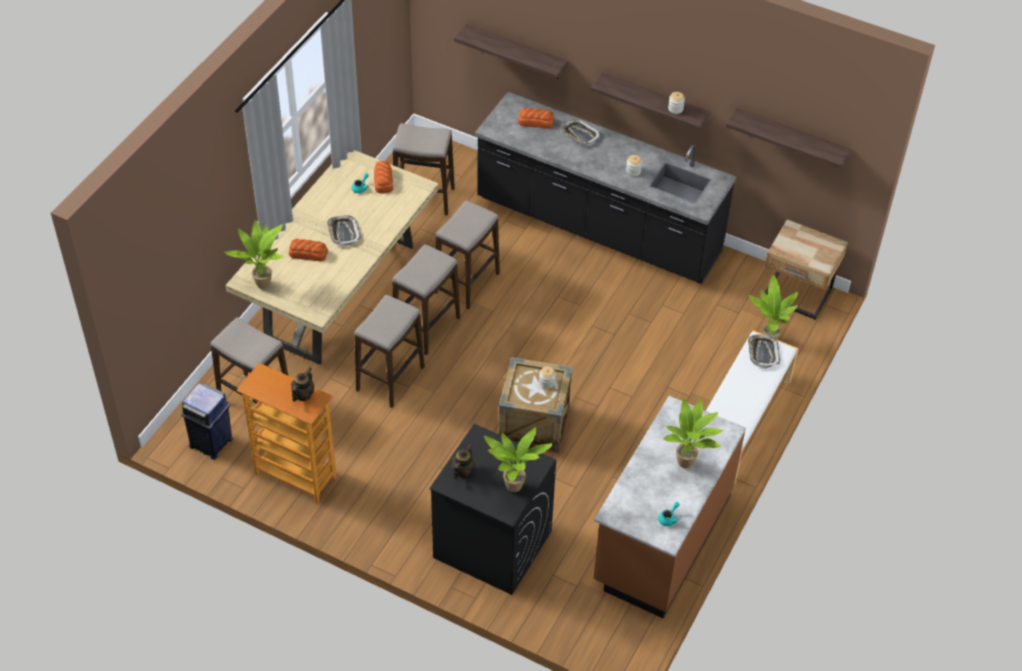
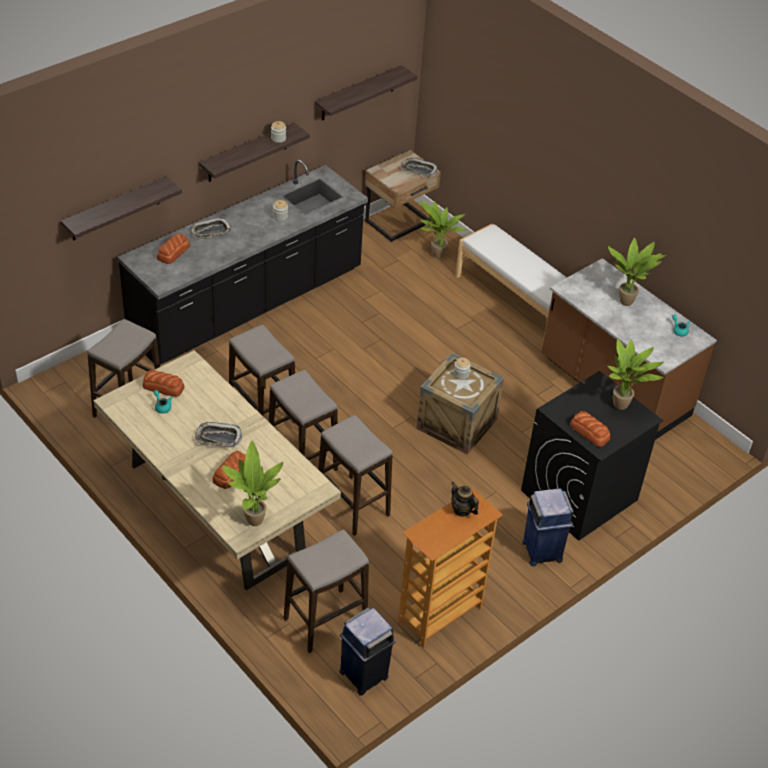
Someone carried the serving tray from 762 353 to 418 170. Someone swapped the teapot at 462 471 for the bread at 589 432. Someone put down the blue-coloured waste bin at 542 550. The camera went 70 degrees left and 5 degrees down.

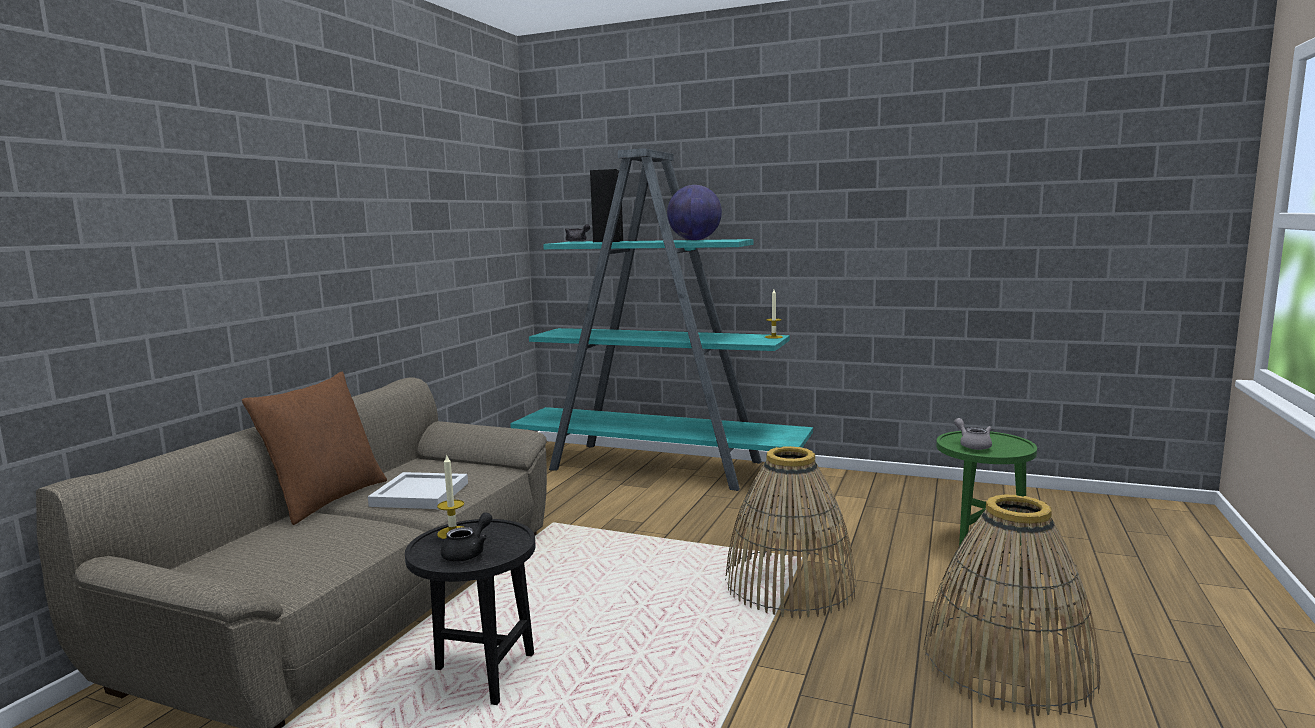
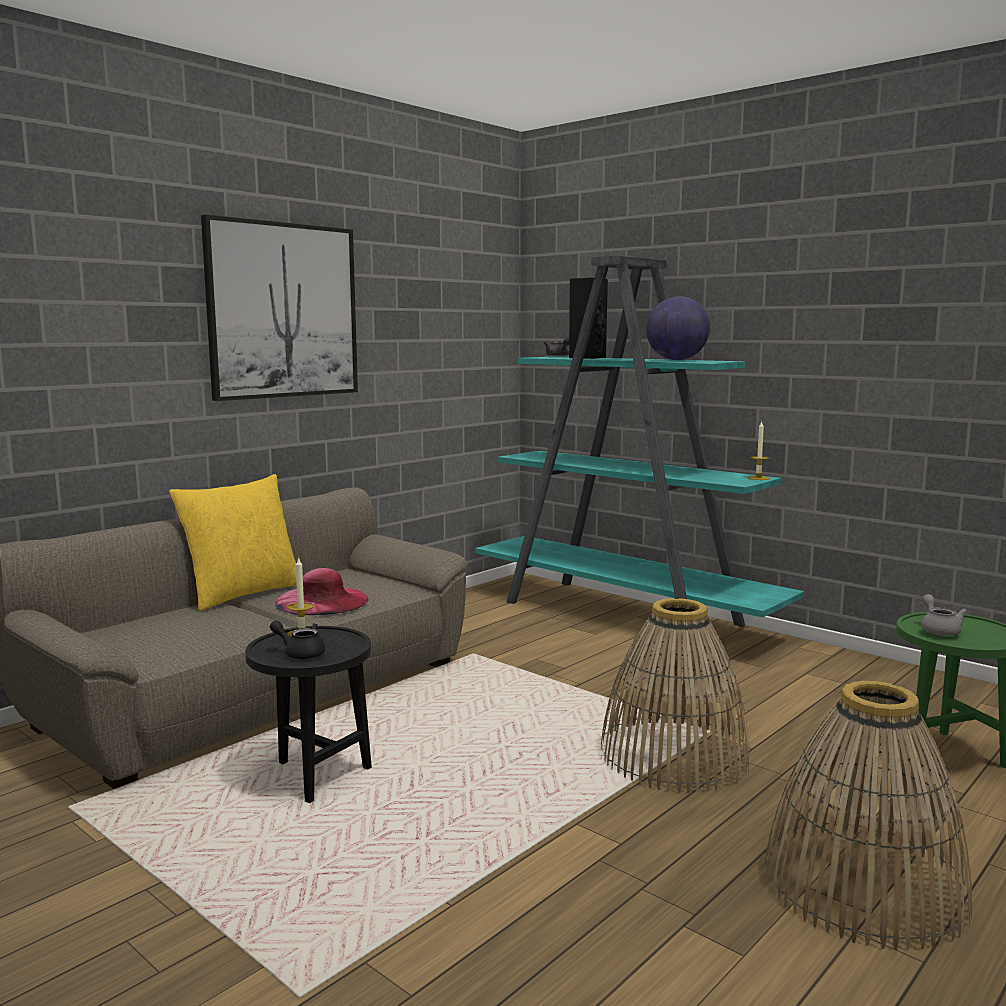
Someone repainted the brown cushion at 326 499, which became the yellow-coloured cushion at 243 594. Someone swapped the white serving tray at 420 495 for the pink-coloured clothing hat at 322 601. Someone rotated the blackish teapot at 468 553 by 120 degrees counterclockwise. Someone put up the wall picture at 283 311. The camera went 20 degrees right and 0 degrees up.

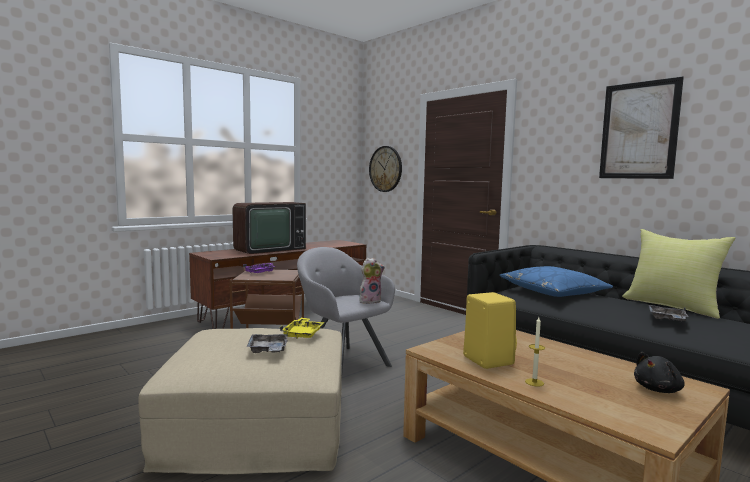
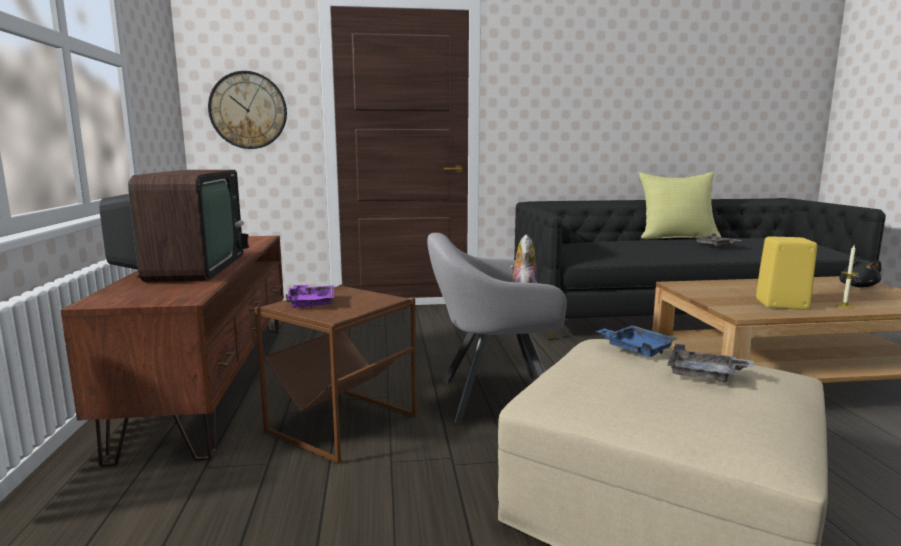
Someone took away the wall picture at 639 130. Someone took away the blue-coloured cushion at 553 292. Someone repainted the yellow-coloured serving tray at 303 334, which became the blue-coloured serving tray at 636 348. The camera went 55 degrees left and 5 degrees up.

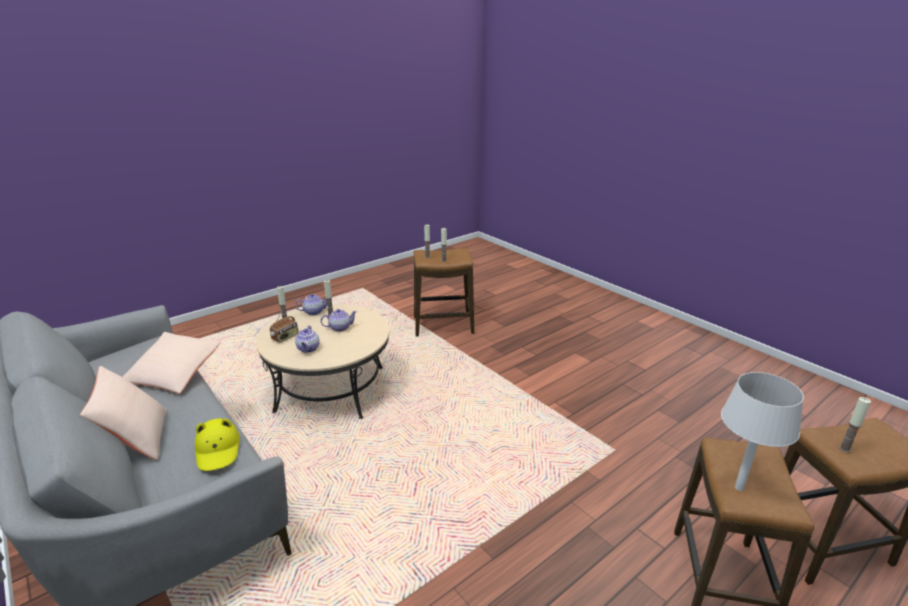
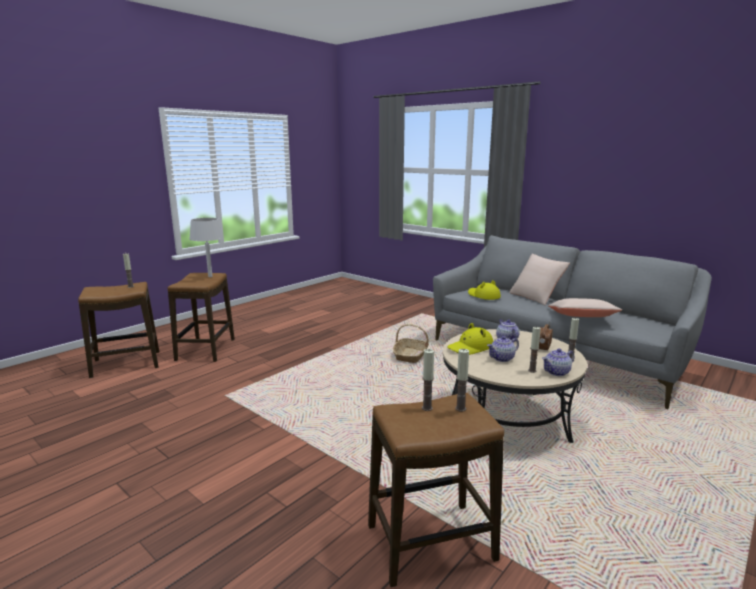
Someone put down the yellow-coloured clothing hat at 470 347. Someone put down the household basket at 410 356. The camera went 170 degrees right and 10 degrees down.

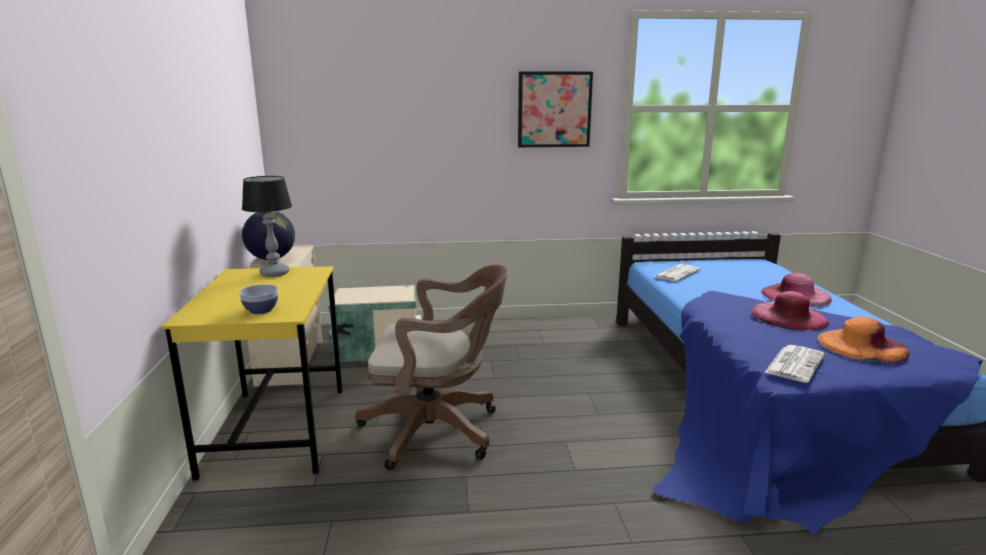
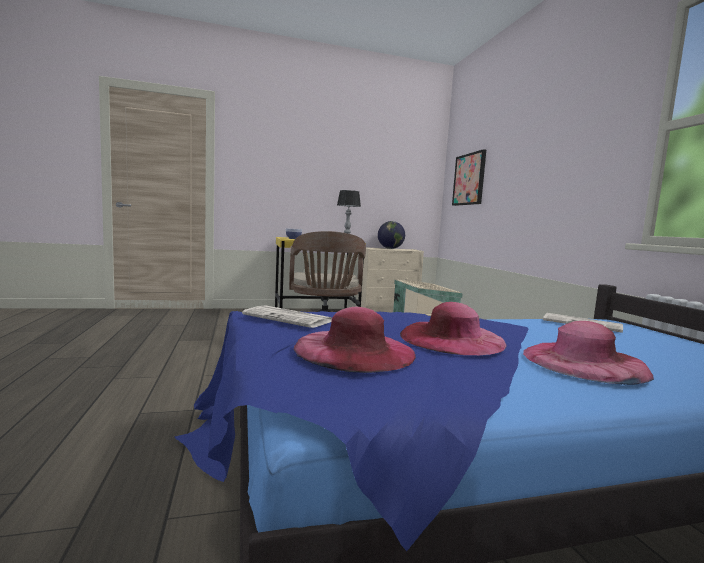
Someone carried the wall picture from 554 109 to 469 179. Someone repainted the orange-coloured clothing hat at 862 345, which became the pink-coloured clothing hat at 355 350. The camera went 80 degrees right and 10 degrees down.

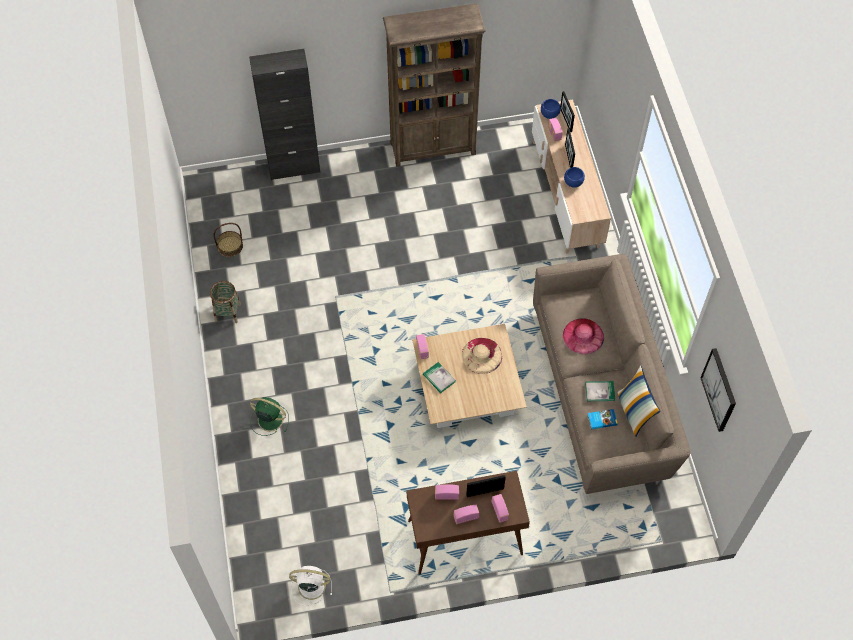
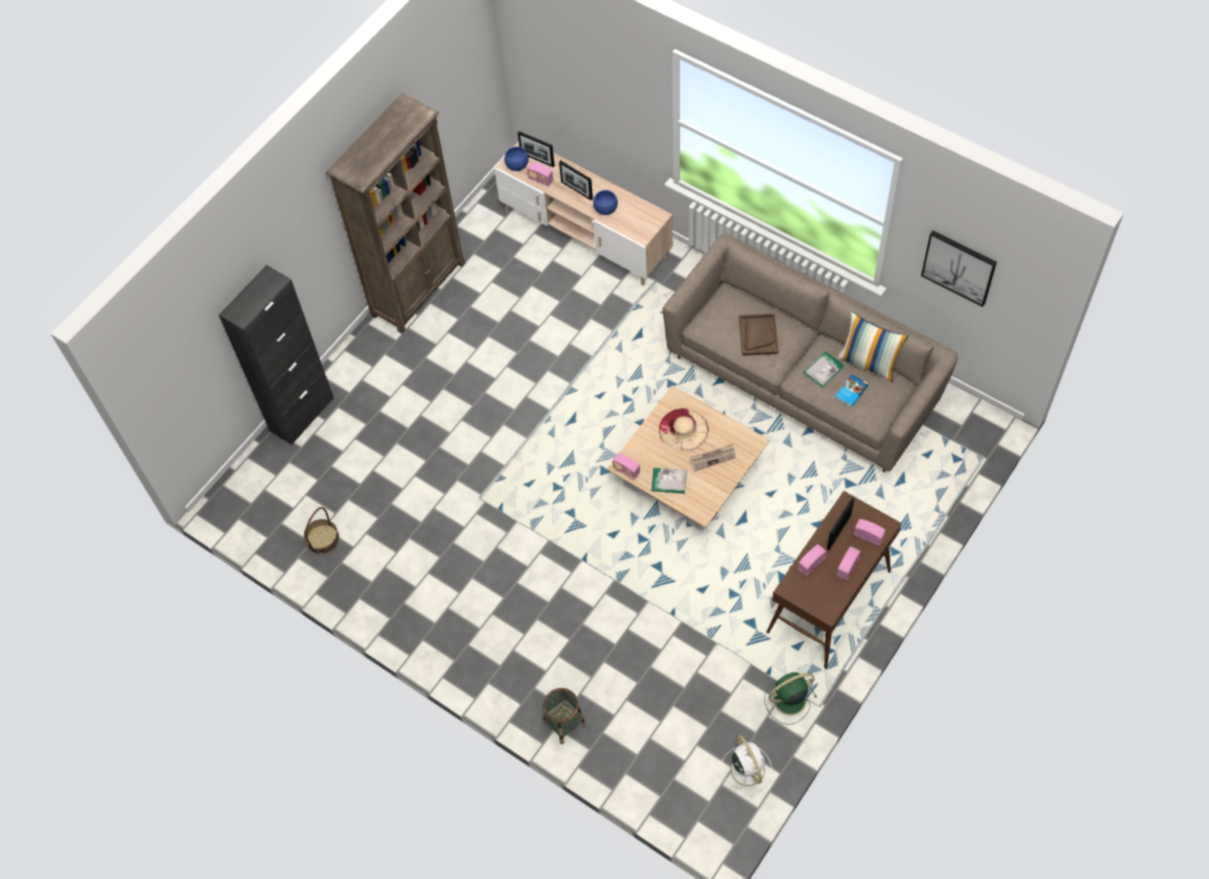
Someone carried the household basket from 228 312 to 564 723. Someone swapped the pink-coloured clothing hat at 583 336 for the brown serving tray at 758 335. Someone carried the green cooling fan from 269 419 to 788 700. Someone rotated the white cooling fan at 310 586 by 105 degrees clockwise. Someone put down the newspaper at 712 458. The camera went 40 degrees left and 0 degrees up.

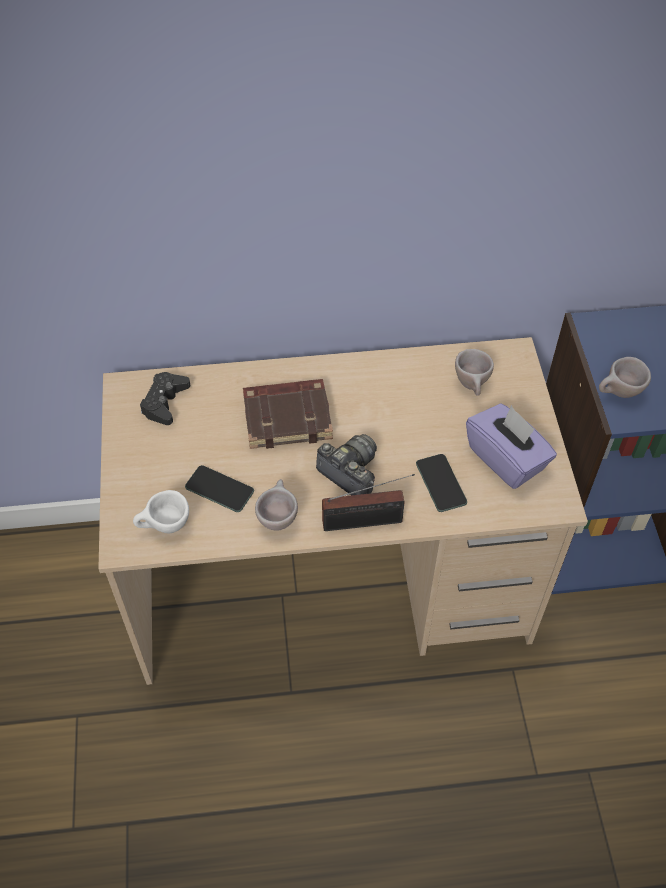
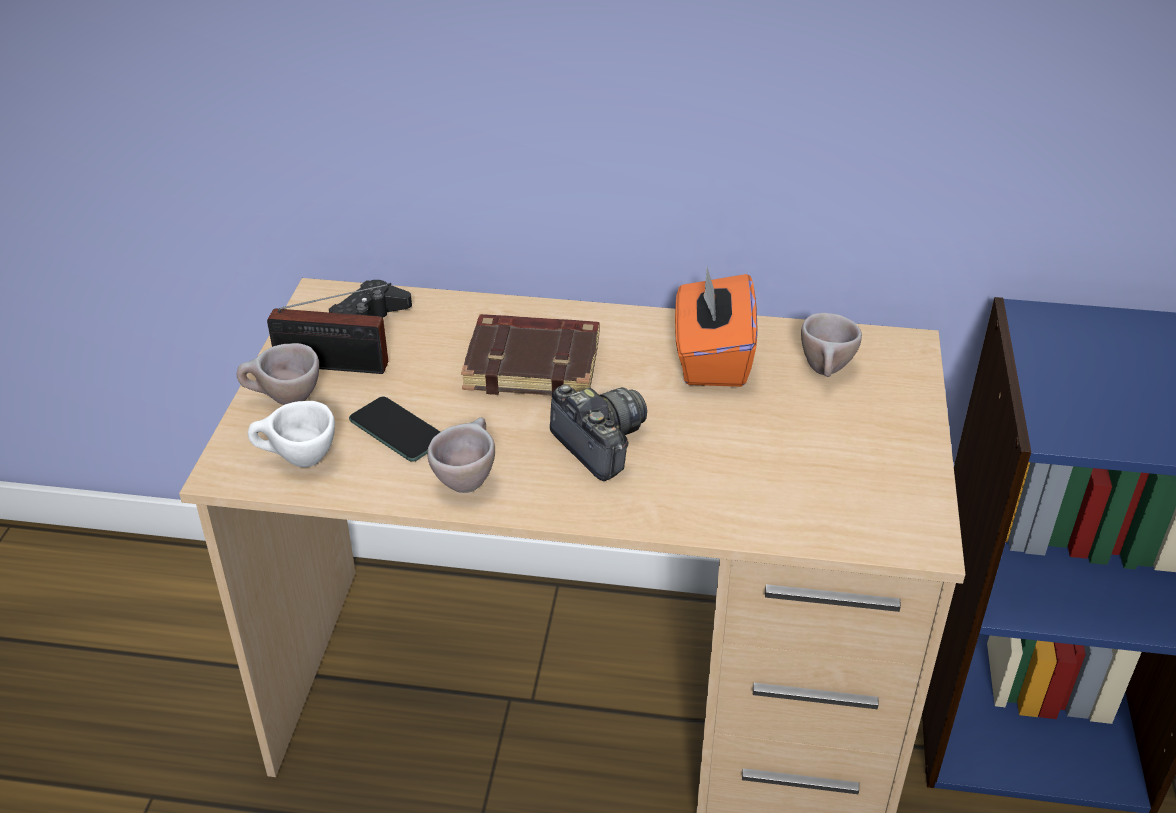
Someone carried the beige-coloured cup from 618 394 to 283 401. Someone took away the purple-coloured tissue box at 506 459. Someone took away the telephone at 441 483. Someone carried the radio from 367 522 to 338 365. Someone put down the orange-coloured tissue box at 712 358. The camera went 15 degrees right and 15 degrees down.

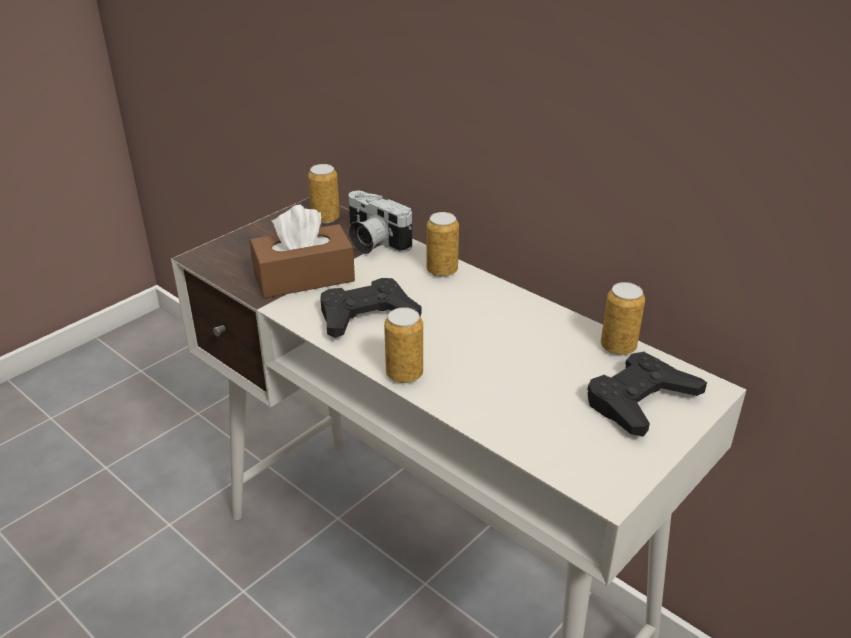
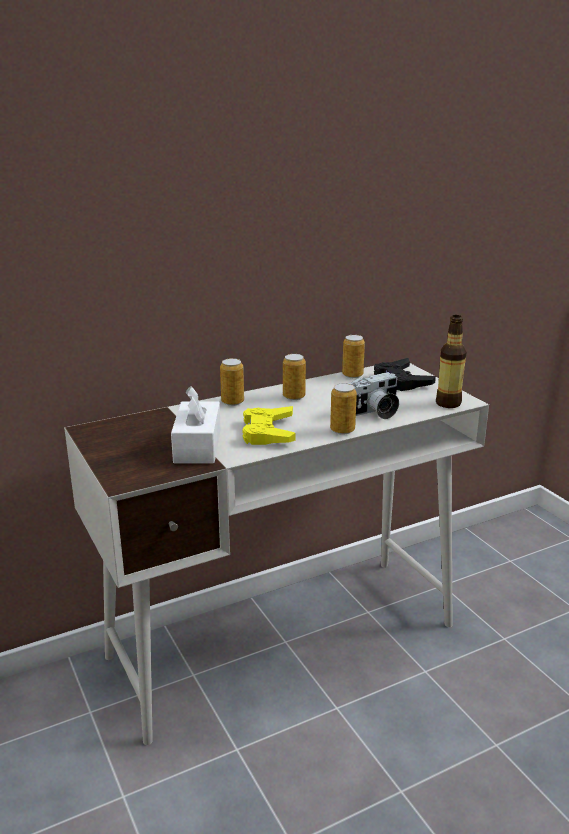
Someone carried the metal can from 325 218 to 294 397. Someone carried the still camera from 373 242 to 373 413. Someone repainted the brown tissue box at 304 277, which became the white tissue box at 197 446. Someone repainted the blackish joypad at 366 316, which became the yellow-coloured joypad at 268 432. Someone put down the beverage bottle at 448 403. The camera went 70 degrees left and 10 degrees down.

